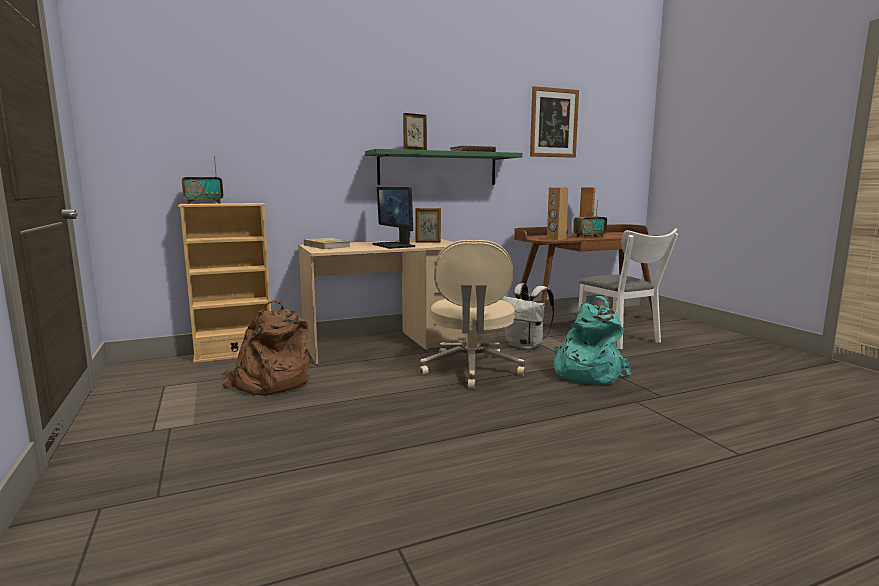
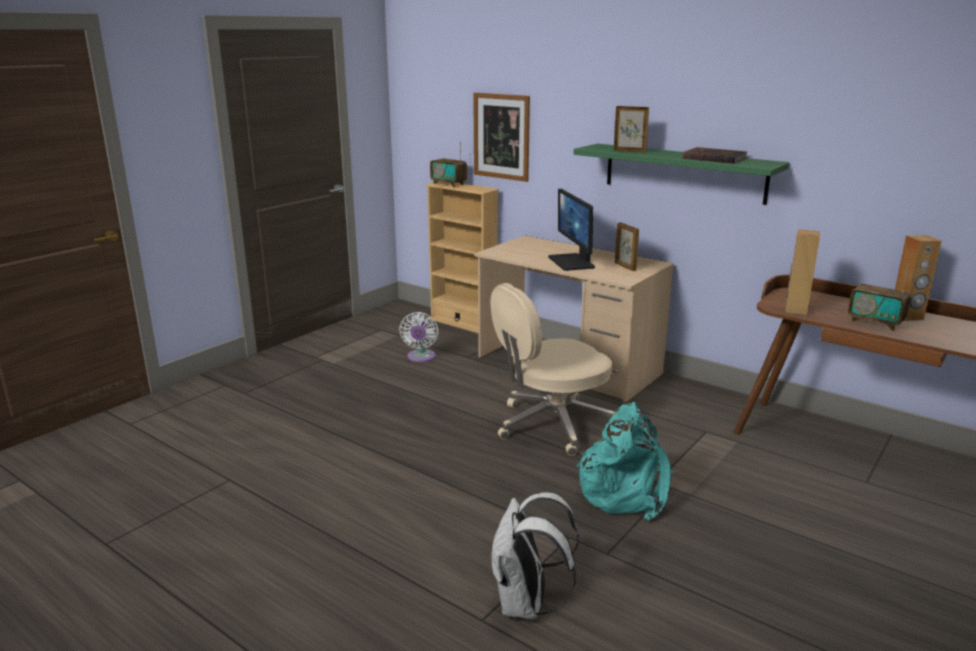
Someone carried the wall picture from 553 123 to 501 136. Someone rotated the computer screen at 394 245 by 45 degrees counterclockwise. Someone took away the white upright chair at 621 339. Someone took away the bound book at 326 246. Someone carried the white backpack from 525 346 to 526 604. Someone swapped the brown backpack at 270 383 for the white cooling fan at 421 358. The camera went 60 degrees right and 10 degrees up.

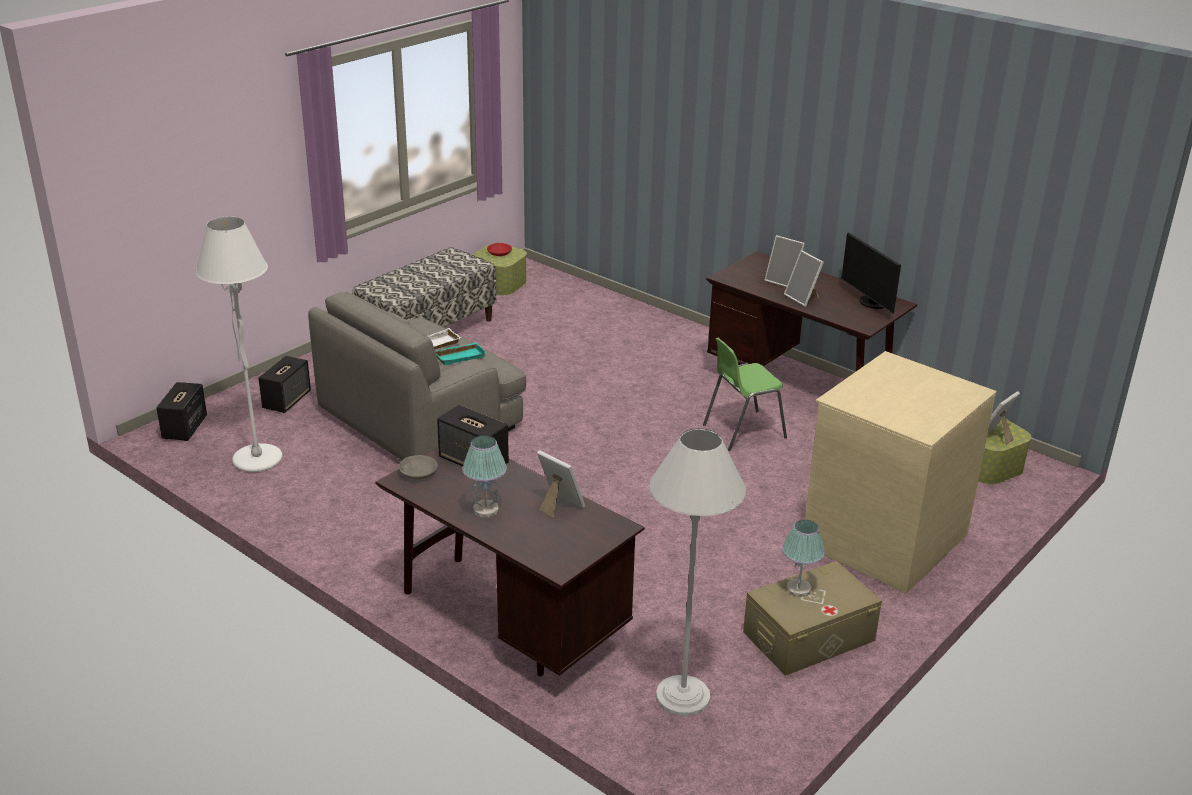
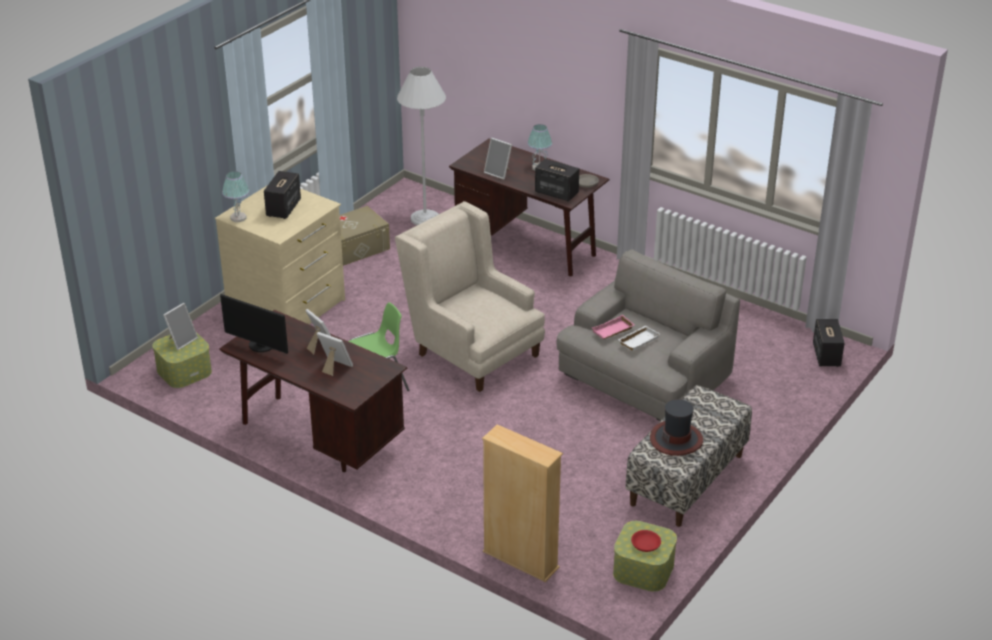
Someone took away the white standing lamp at 258 459. Someone rotated the computer screen at 871 303 by 150 degrees clockwise. Someone repainted the turquoise-coloured serving tray at 460 356, which became the pink-coloured serving tray at 613 331. Someone carried the audio speaker from 287 400 to 283 208. Someone carried the tabletop lamp from 798 589 to 238 218. Someone put down the beige-coloured lounge chair at 471 351. Someone put down the clothing hat at 676 439. Someone put down the beige-coloured shelving unit at 520 560. The camera went 175 degrees right and 5 degrees up.

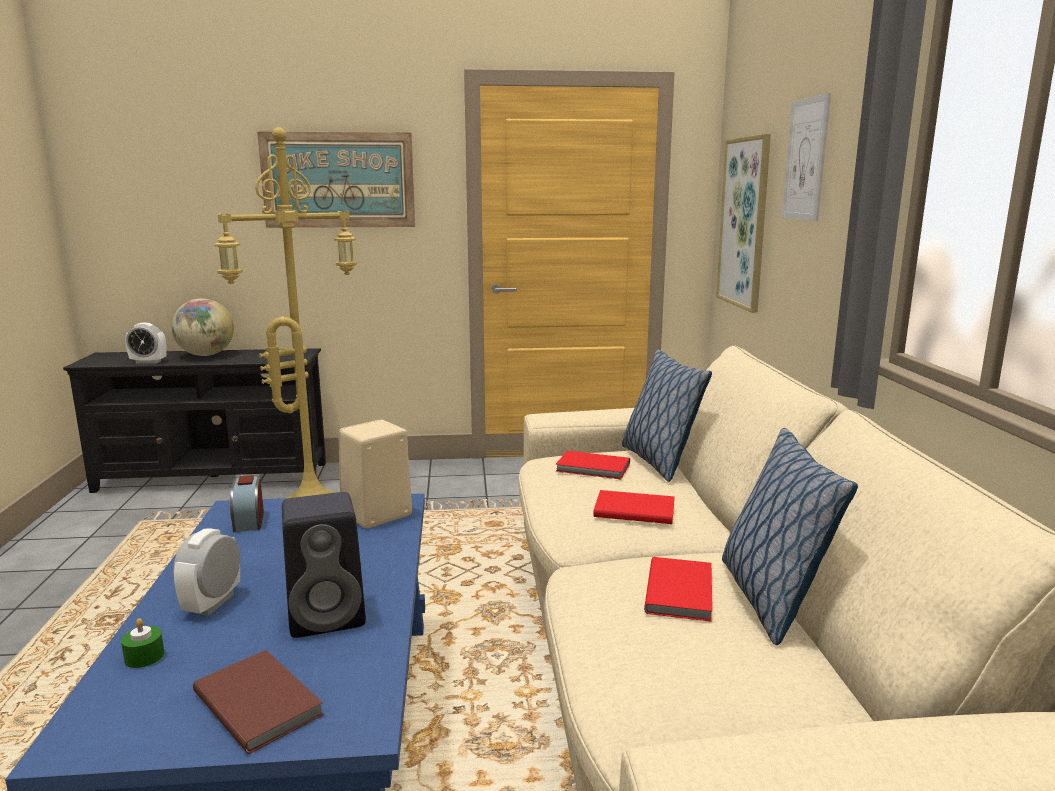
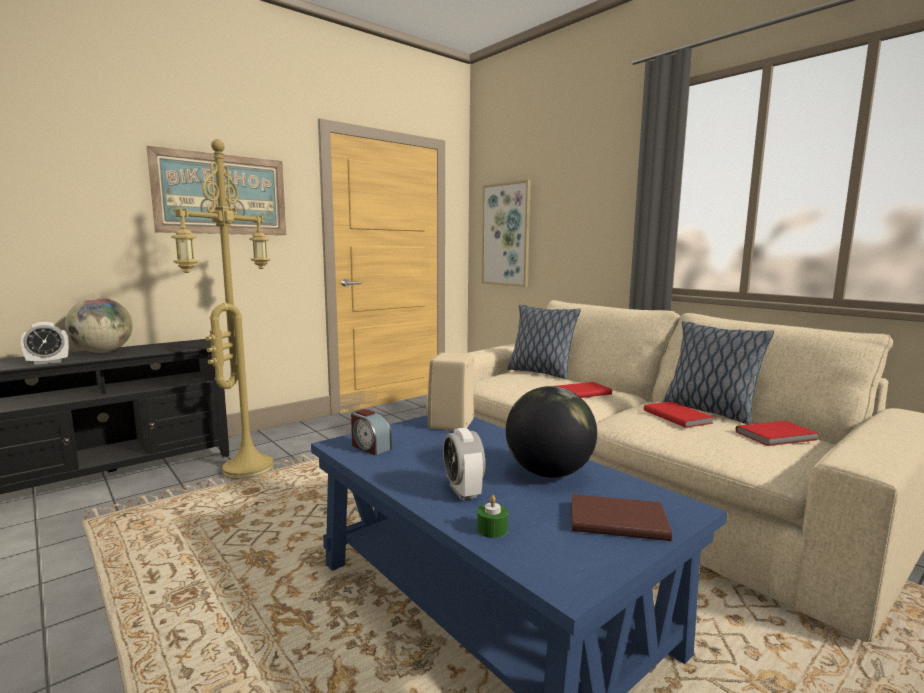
Someone took away the wall picture at 805 159. Someone carried the red-coloured bound book from 593 468 to 778 436. Someone swapped the blackish audio speaker at 329 615 for the world globe at 549 473. The camera went 35 degrees left and 5 degrees down.

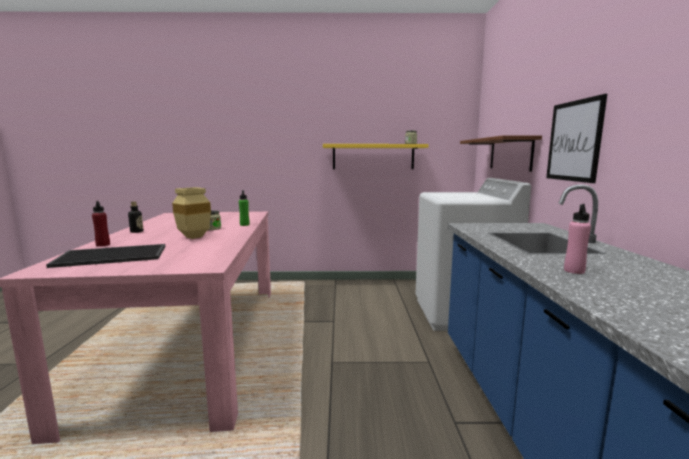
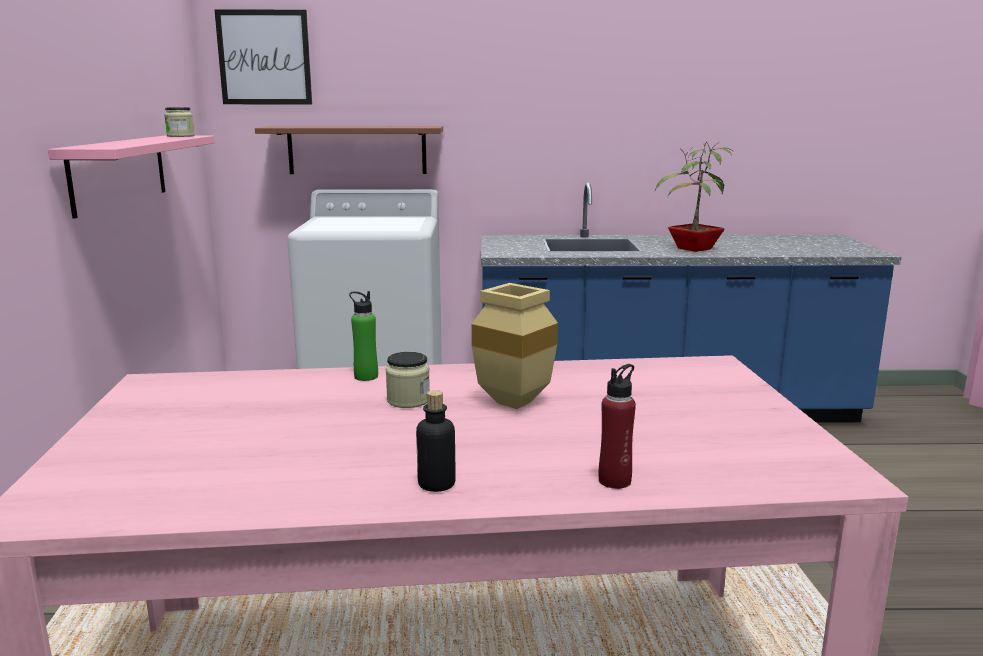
Someone carried the wall picture from 574 141 to 264 57. Someone repainted the yellow-coloured shelf at 373 157, which became the pink-coloured shelf at 119 172. Someone swapped the pink-coloured beverage bottle at 574 271 for the houseplant at 692 249. Someone took away the serving tray at 113 255. The camera went 90 degrees left and 5 degrees up.

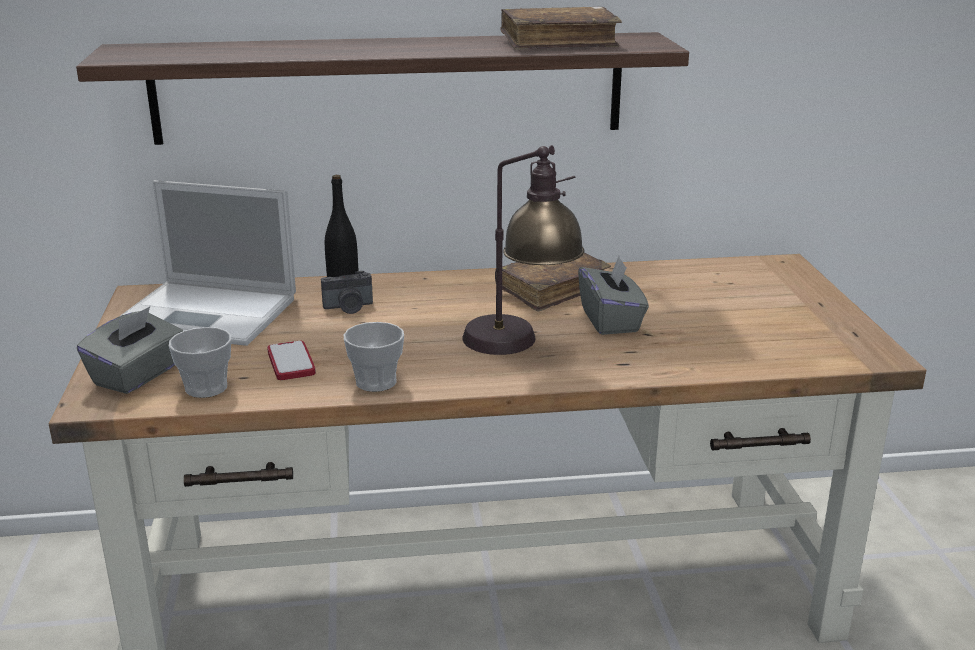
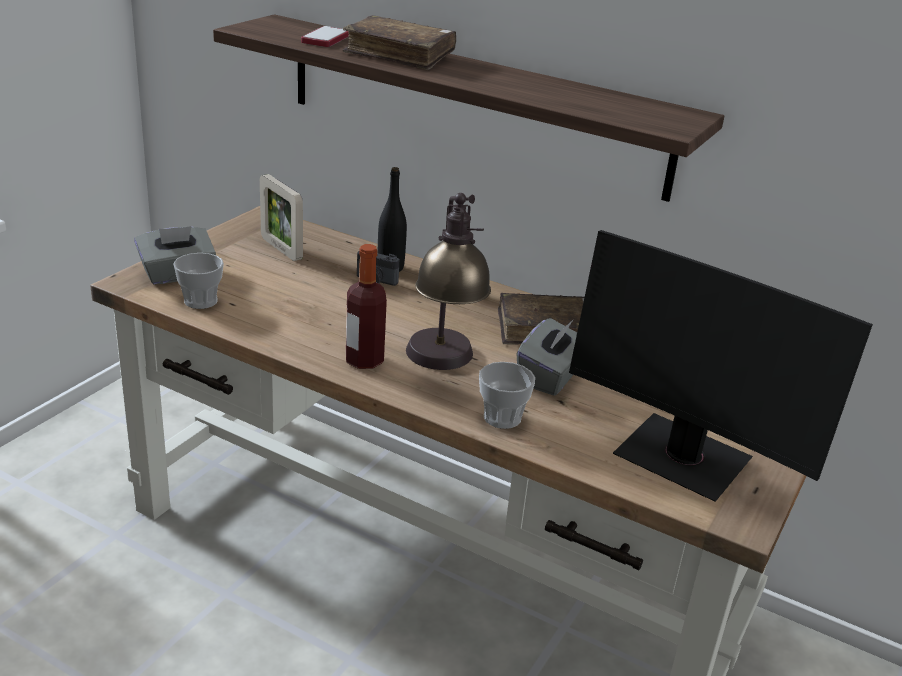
Someone carried the brown bound book from 558 42 to 399 55. Someone swapped the notebook computer at 210 314 for the picture frame at 281 249. Someone carried the cup from 376 382 to 502 418. Someone carried the telephone from 291 362 to 326 39. Someone put down the computer screen at 682 459. Someone put down the beverage bottle at 364 360. The camera went 35 degrees right and 5 degrees up.

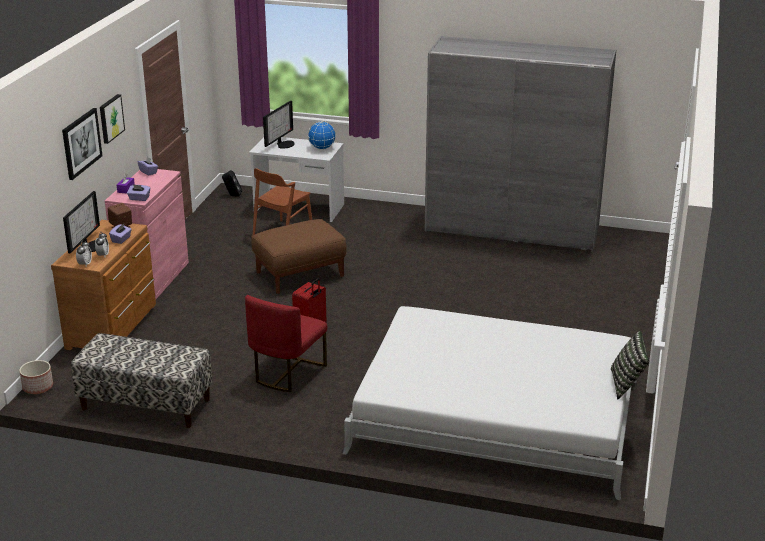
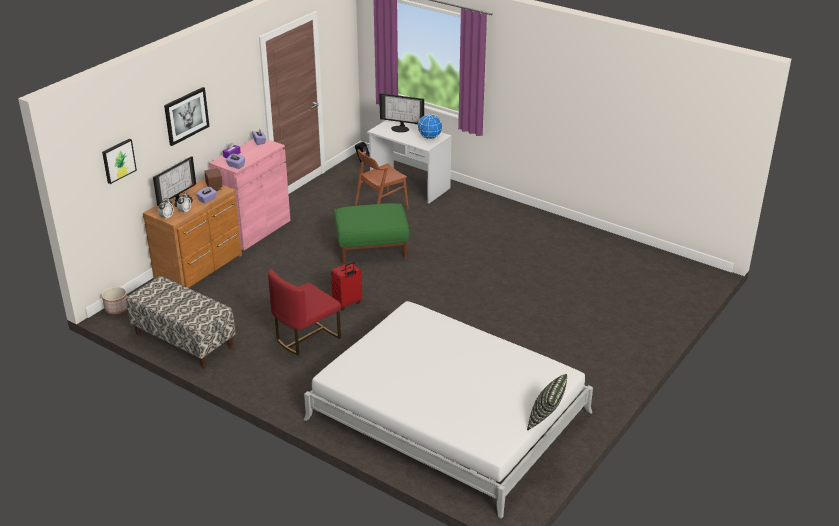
Someone took away the grey clothes cupboard at 512 229. Someone carried the wall picture from 110 118 to 118 160. Someone rotated the computer screen at 284 144 by 60 degrees clockwise. Someone repainted the brown pouffe at 300 274, which became the green pouffe at 372 249. The camera went 20 degrees right and 5 degrees up.

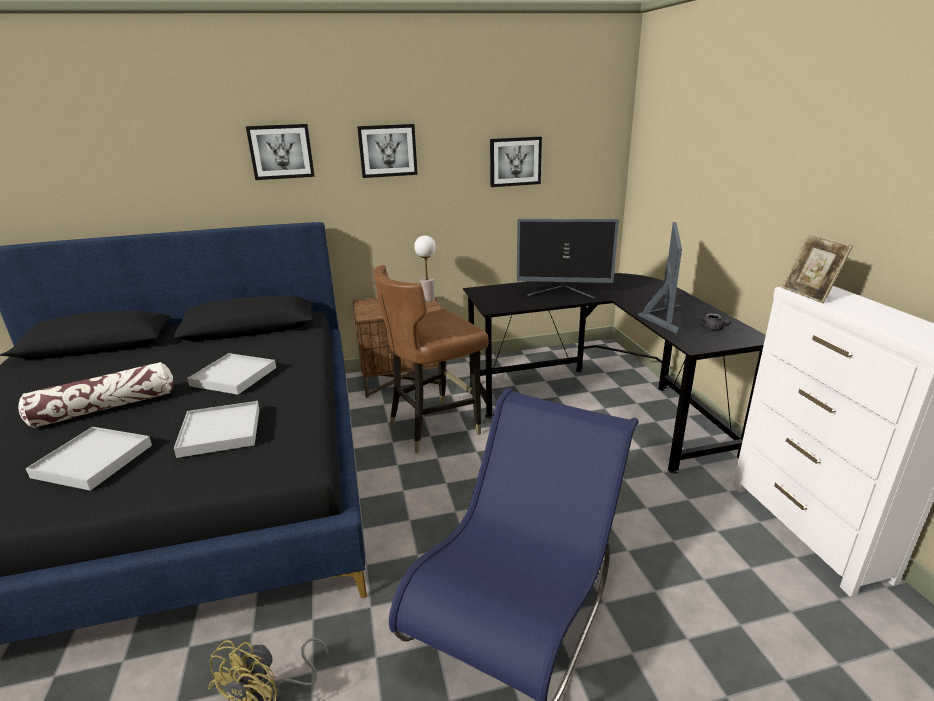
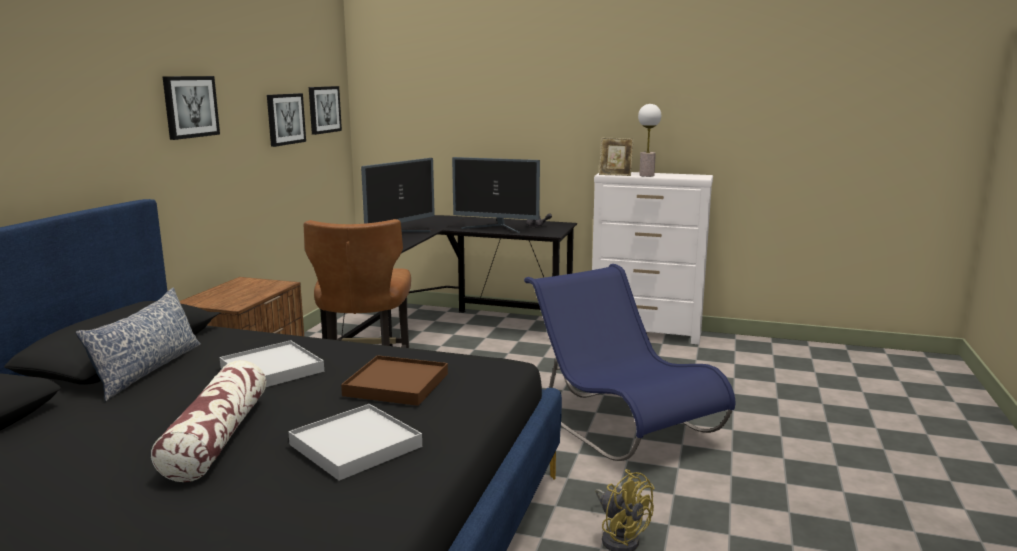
Someone carried the wall picture from 281 151 to 323 109. Someone rotated the computer screen at 661 317 by 150 degrees clockwise. Someone carried the tabletop lamp from 428 299 to 646 175. Someone repainted the white serving tray at 220 432, which became the brown serving tray at 396 385. Someone put down the cushion at 148 370. The camera went 60 degrees left and 10 degrees down.

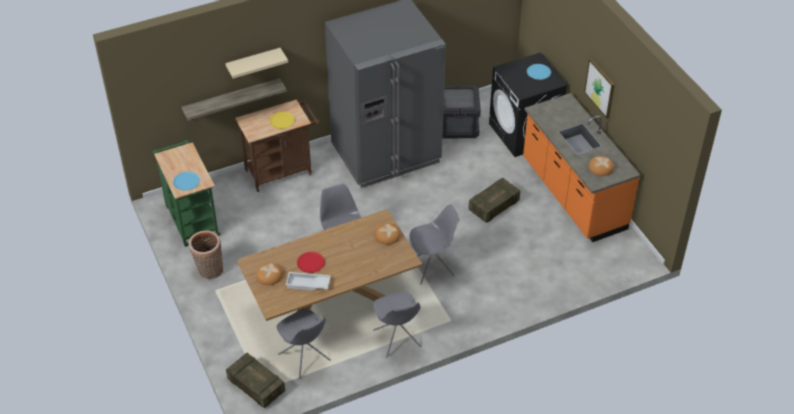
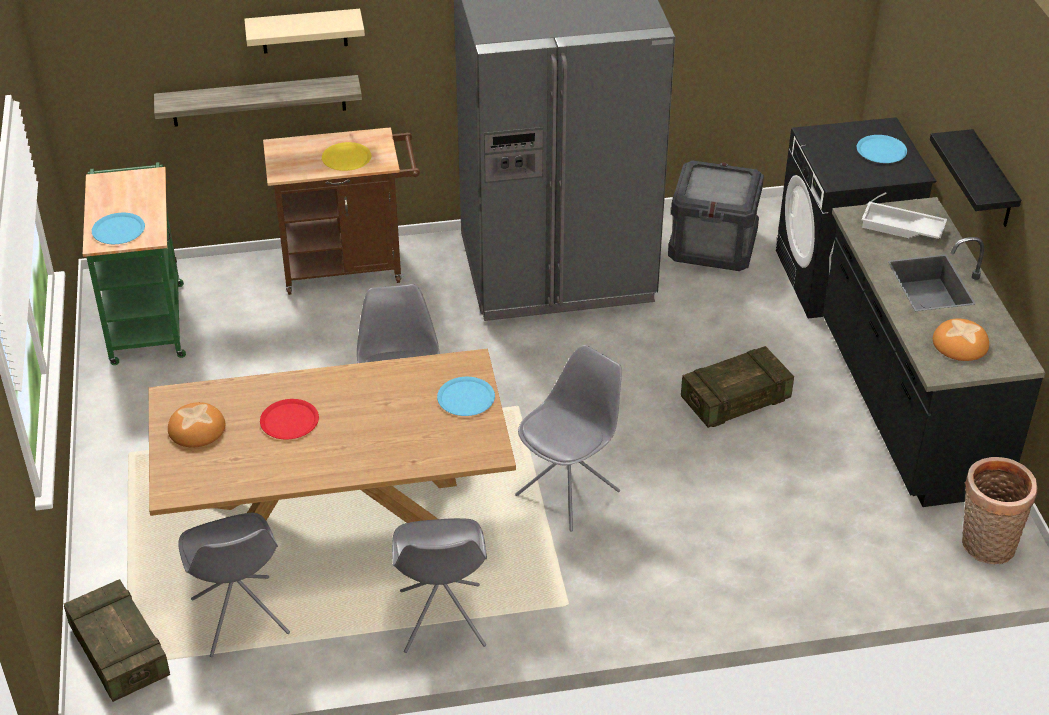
Someone swapped the wall picture at 600 88 for the blackish shelf at 992 181. Someone repainted the orange-coloured counter at 572 195, which became the blackish counter at 906 408. Someone rotated the grey upright chair at 432 267 by 45 degrees counterclockwise. Someone swapped the bread at 387 235 for the blue-coloured dinner plate at 466 397. Someone carried the household basket from 209 270 to 984 546. Someone carried the white serving tray from 308 284 to 901 228. The camera went 15 degrees right and 5 degrees down.

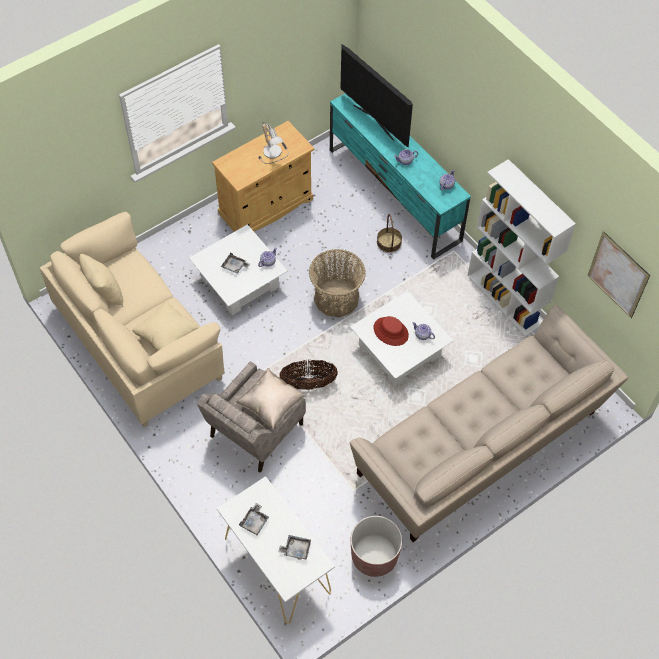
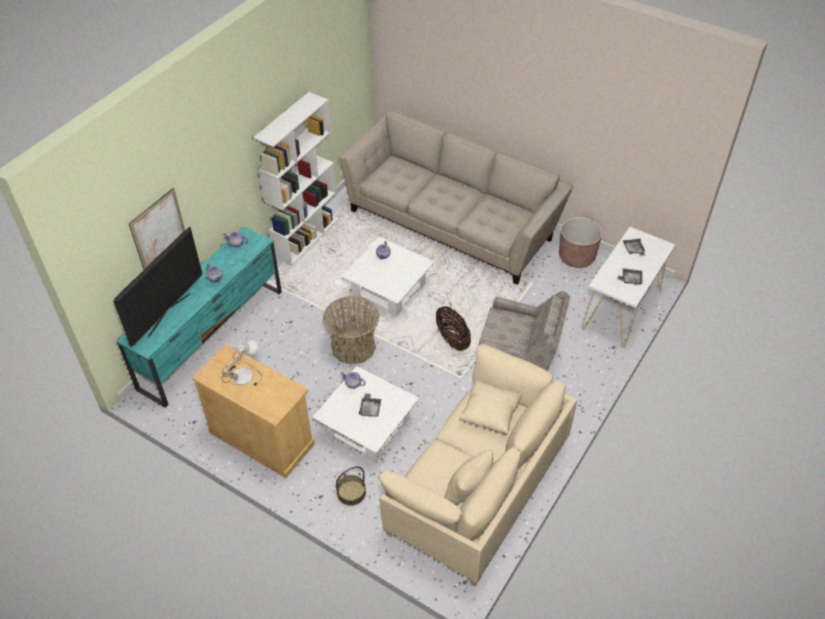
Someone carried the household basket from 389 242 to 351 492. Someone carried the wall picture from 618 275 to 159 232. Someone took away the red-coloured clothing hat at 391 331. Someone took away the beige-coloured cushion at 271 405. The camera went 110 degrees left and 10 degrees down.

